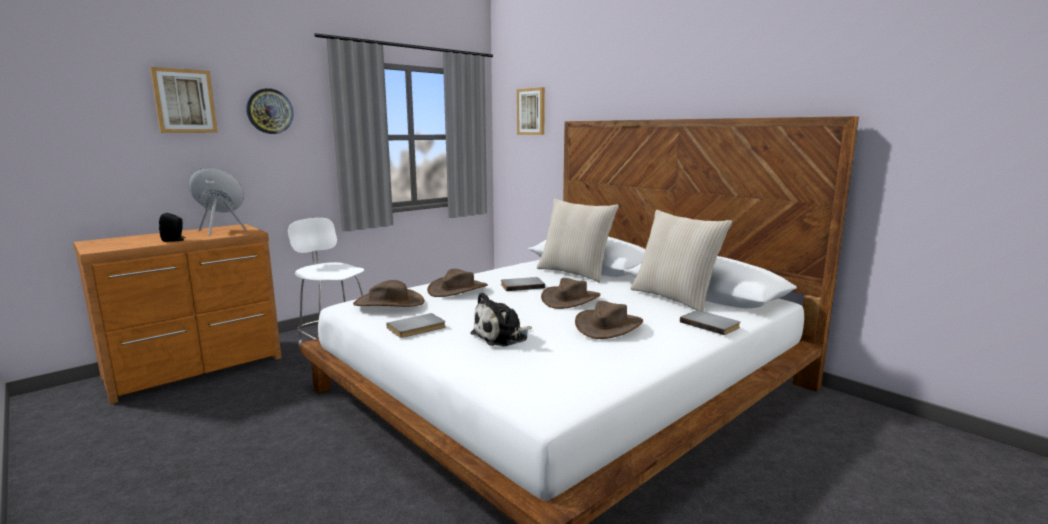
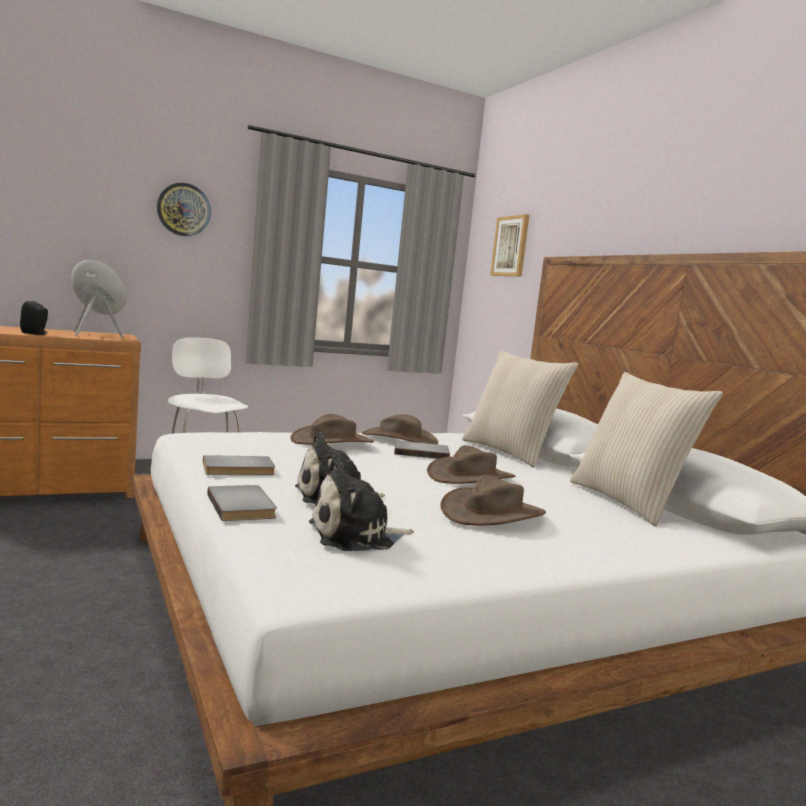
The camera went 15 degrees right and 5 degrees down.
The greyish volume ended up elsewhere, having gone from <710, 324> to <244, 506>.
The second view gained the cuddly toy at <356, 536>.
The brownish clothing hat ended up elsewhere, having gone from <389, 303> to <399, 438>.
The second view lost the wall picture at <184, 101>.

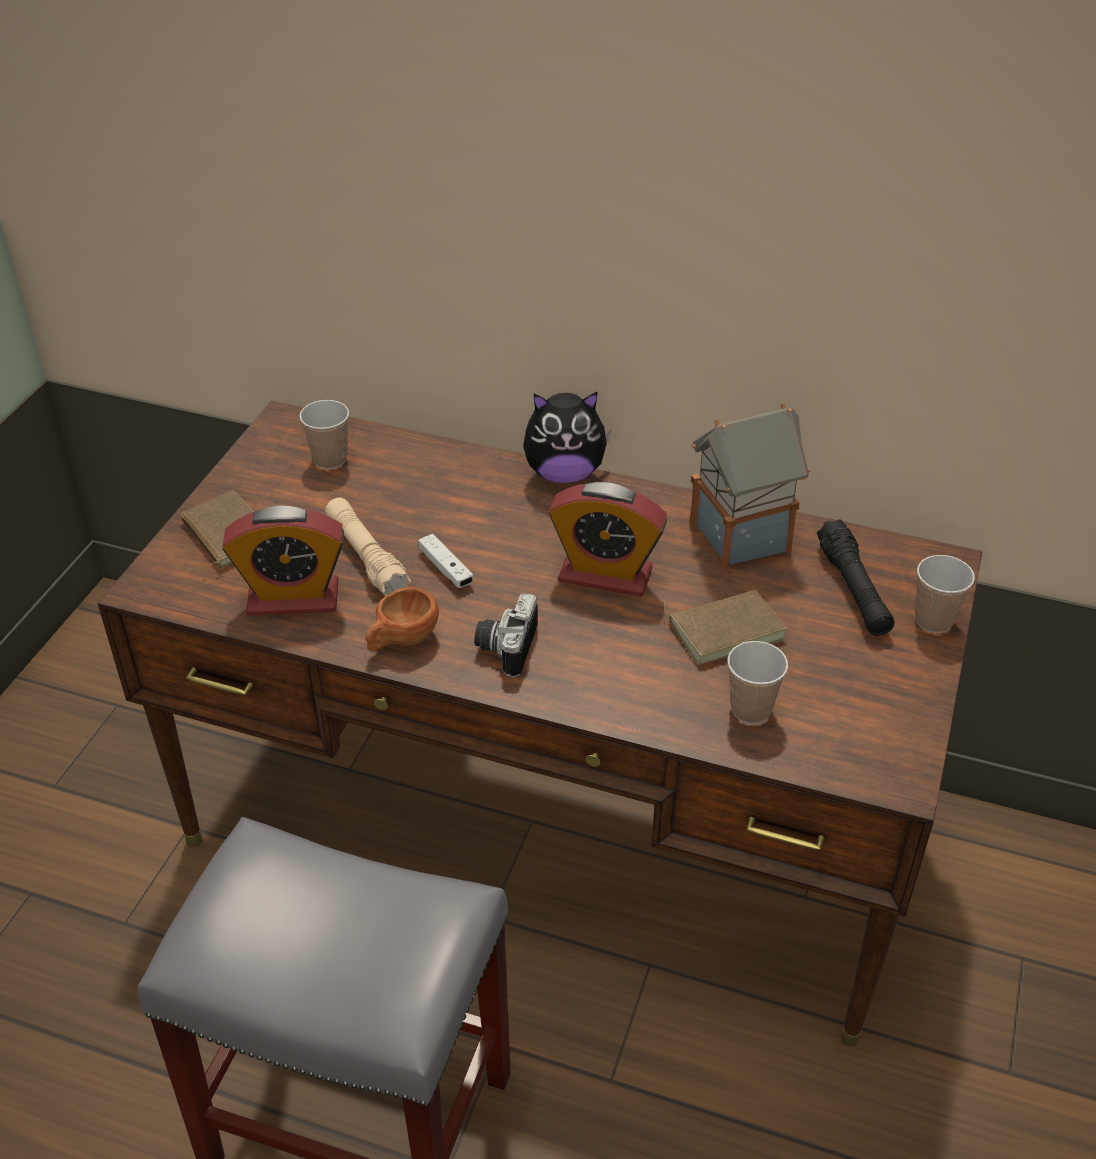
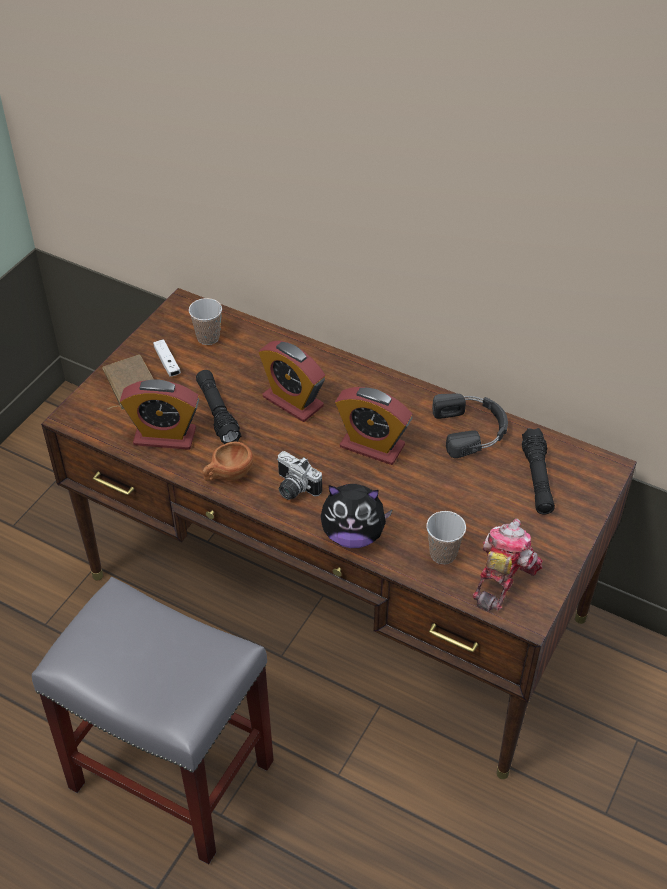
The camera went 10 degrees right and 5 degrees up.
The whitish joypad ended up elsewhere, having gone from <446, 568> to <167, 363>.
What was the sand-coloured hand torch at <366, 557> turned into the blackish hand torch at <217, 413>.
The second view gained the alarm clock at <293, 401>.
The still camera at <504, 646> ended up facing another way, 75 degrees counterclockwise from before.
The cuddly toy ended up elsewhere, having gone from <564, 473> to <353, 535>.
Where the model house stood at <741, 535>, the blackish headphones came to stand at <472, 429>.
The second view gained the robot figure at <501, 577>.
The second view lost the brownish volume at <725, 628>.
The second view lost the cup at <933, 620>.

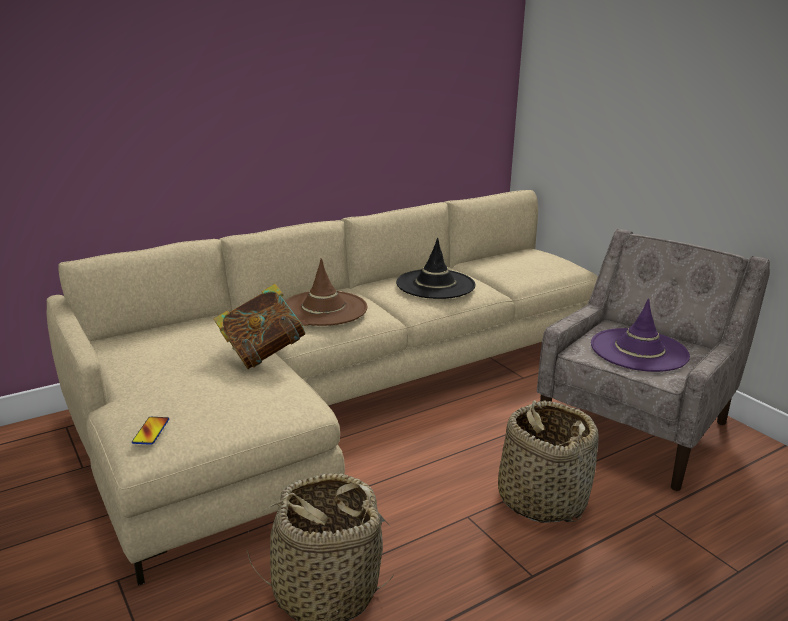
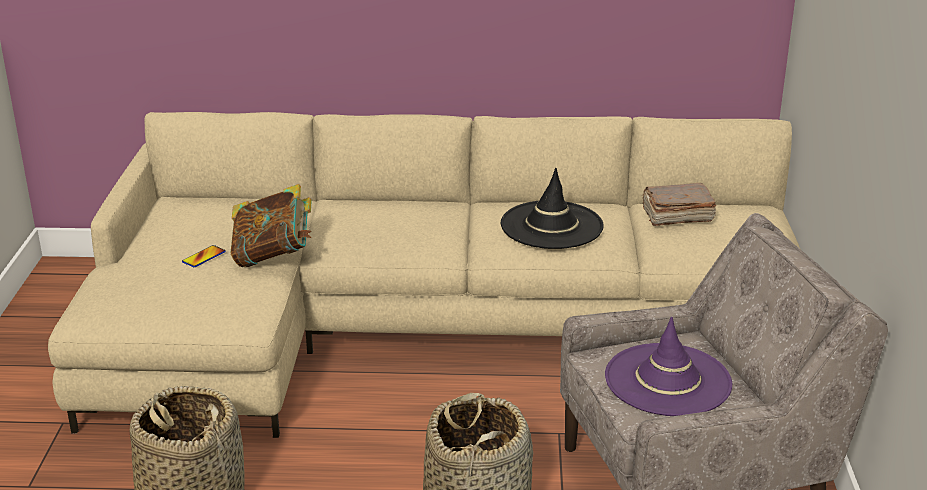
The camera went 35 degrees right and 5 degrees up.
The telephone ended up elsewhere, having gone from <151, 431> to <204, 257>.
The second view gained the brownish volume at <676, 216>.
The second view lost the brownish clothing hat at <324, 309>.

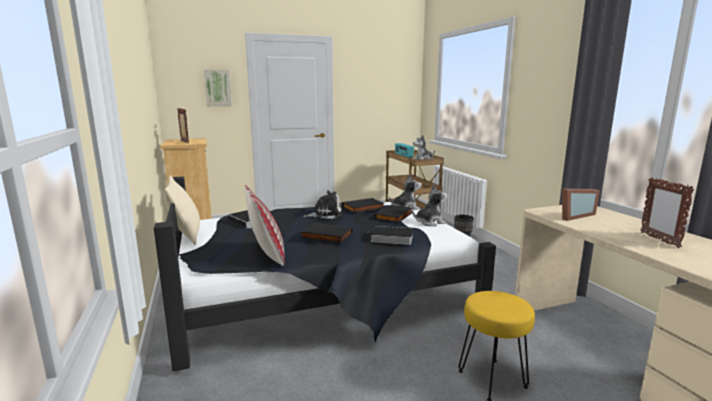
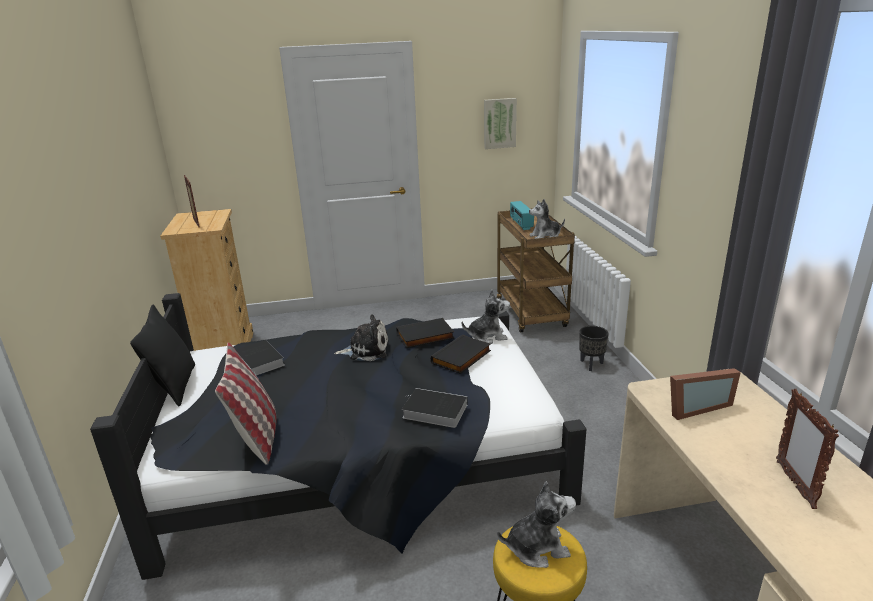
The camera went 10 degrees right and 10 degrees up.
What was the sand-coloured cushion at <186, 236> turned into the blackish cushion at <175, 386>.
The wall picture ended up elsewhere, having gone from <218, 88> to <499, 123>.
The cuddly toy ended up elsewhere, having gone from <429, 222> to <537, 548>.
The second view lost the blackish volume at <325, 236>.

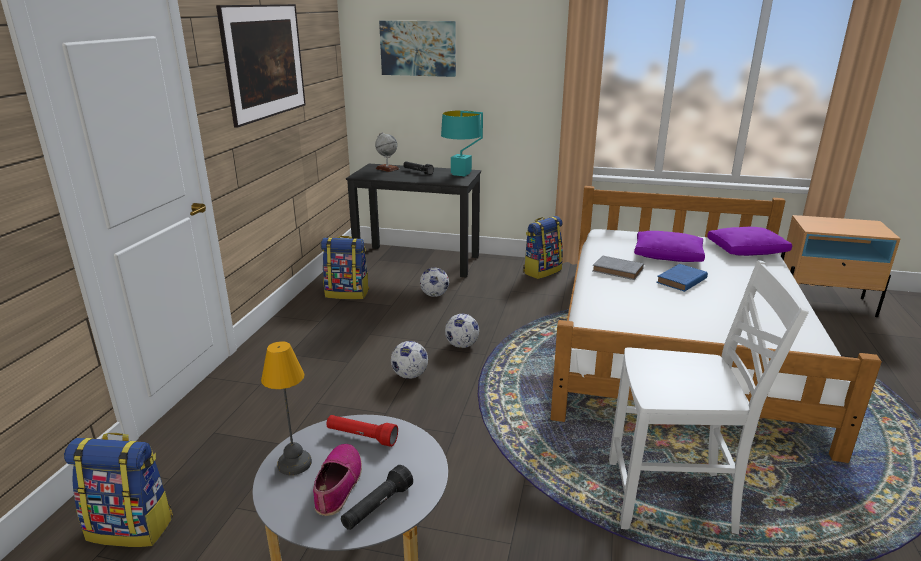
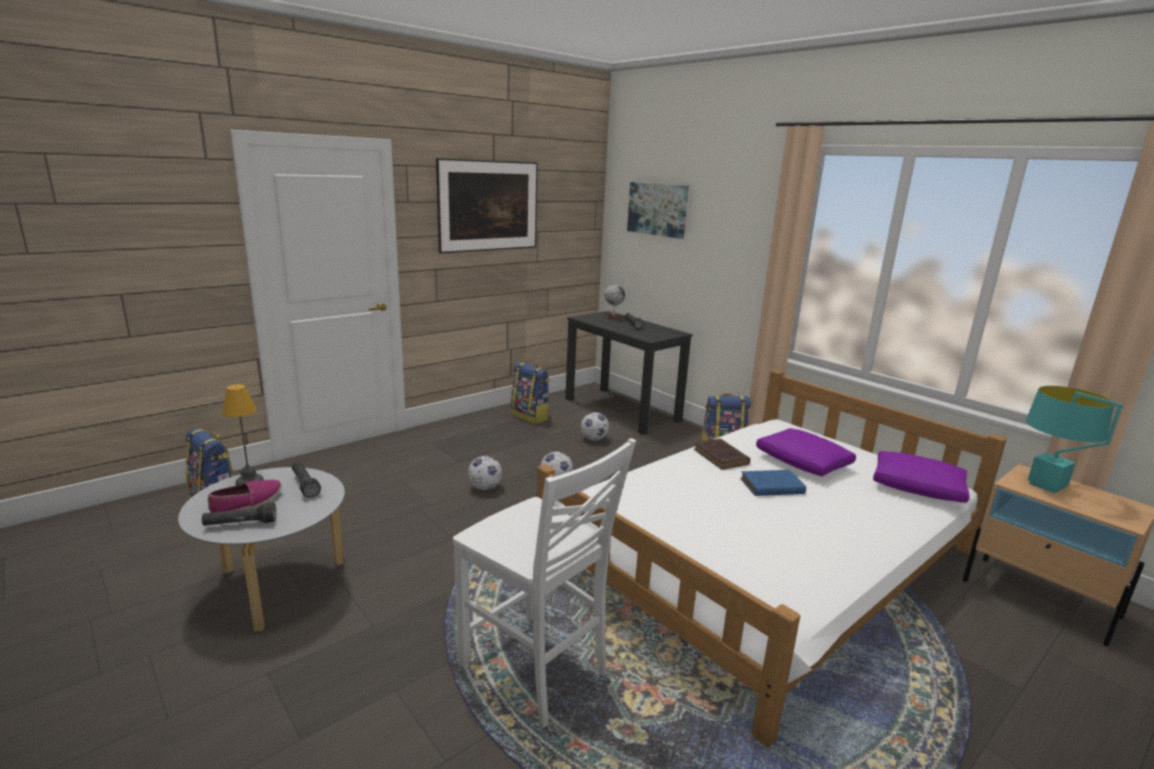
The camera went 35 degrees right and 5 degrees down.
What was the red-coloured hand torch at <361, 437> turned into the blackish hand torch at <305, 485>.
What was the greyish volume at <619, 271> turned into the brownish volume at <721, 457>.
The turquoise lamp for a table ended up elsewhere, having gone from <461, 174> to <1047, 486>.

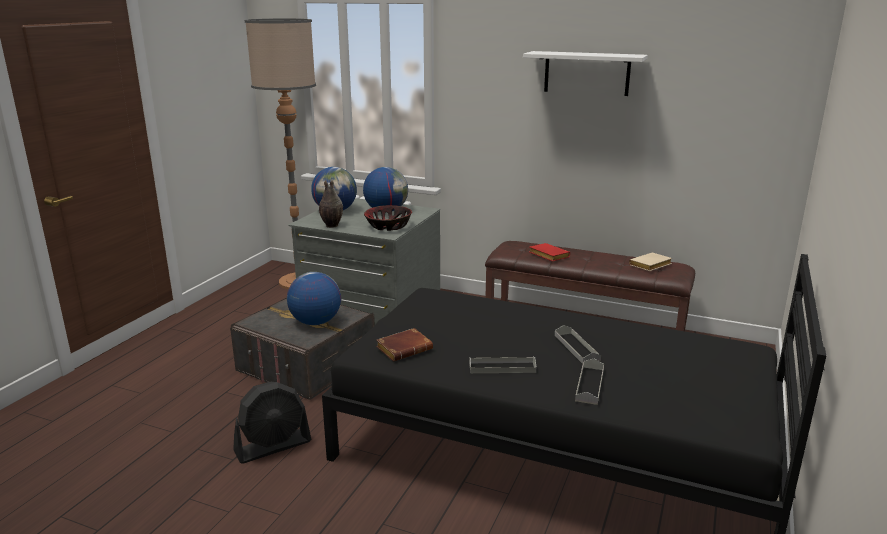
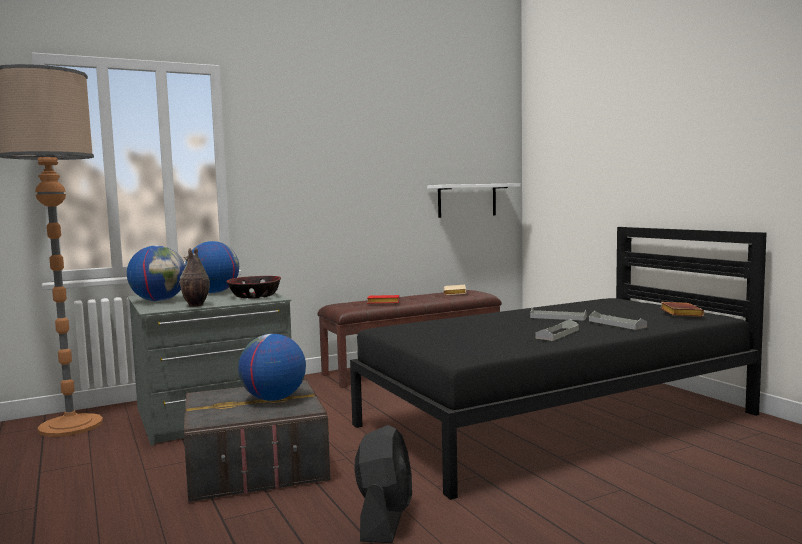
The camera went 50 degrees left and 15 degrees down.
The whitish bracket shelf ended up elsewhere, having gone from <586, 73> to <467, 200>.
The brownish volume ended up elsewhere, having gone from <404, 348> to <679, 313>.

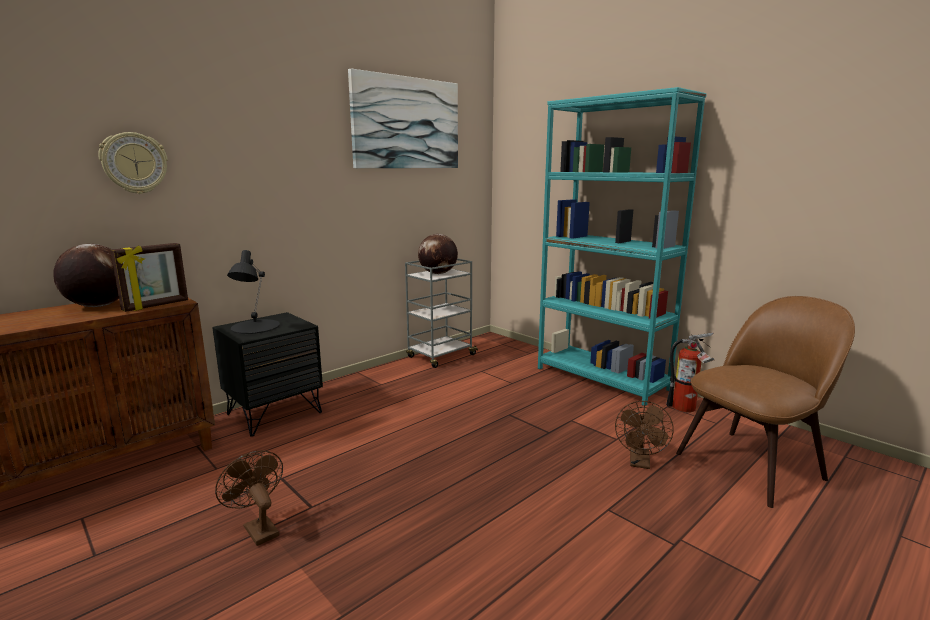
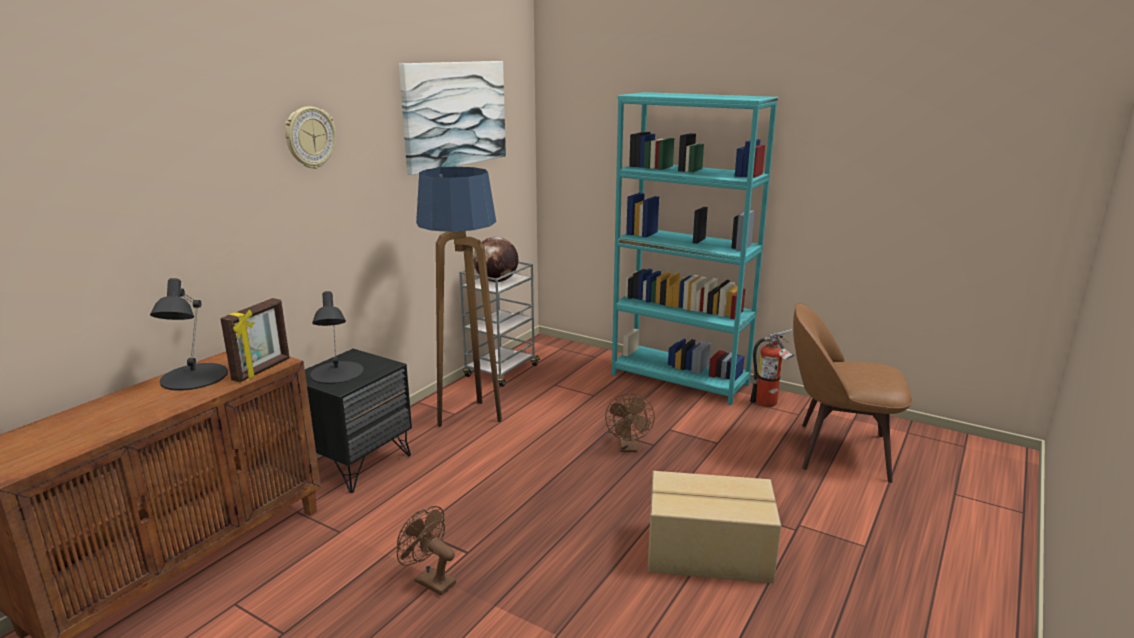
The camera went 15 degrees left and 5 degrees up.
Where the world globe stood at <98, 306>, the blackish lamp for a table came to stand at <193, 377>.
The wall clock ended up elsewhere, having gone from <134, 163> to <310, 137>.
The second view gained the standing lamp at <467, 418>.
The brownish fan ended up elsewhere, having gone from <640, 463> to <629, 448>.
The second view gained the packing box at <709, 553>.
The brownish plain chair at <752, 464> ended up facing another way, 120 degrees counterclockwise from before.

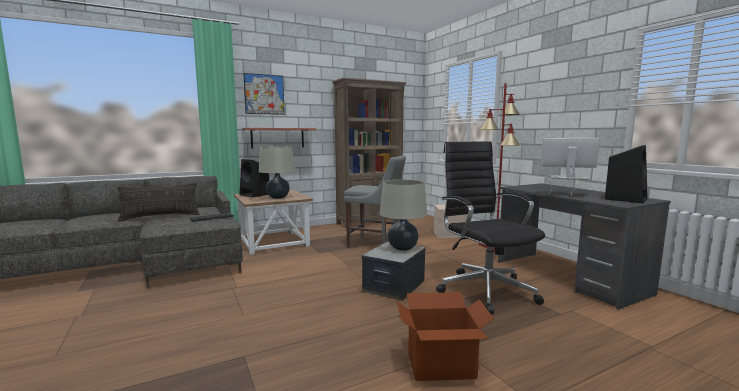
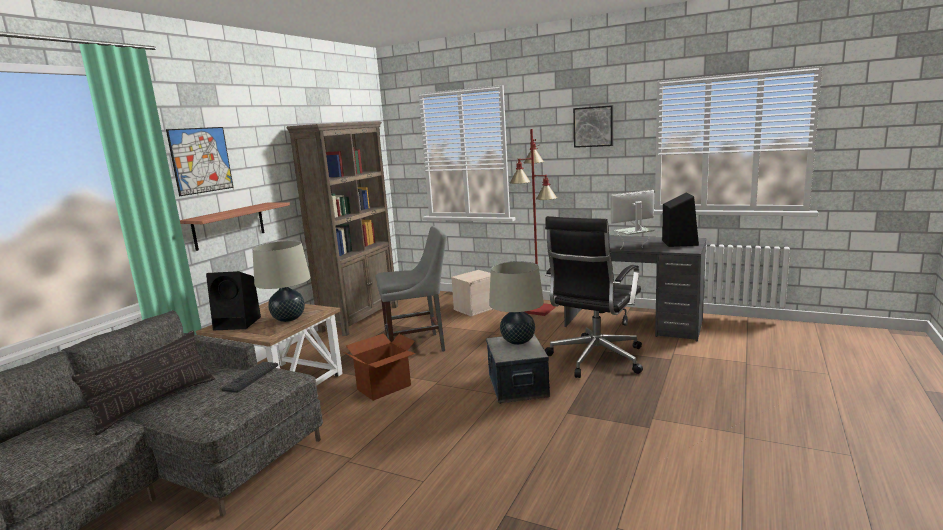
The camera went 35 degrees left and 5 degrees up.
The packing box ended up elsewhere, having gone from <441, 366> to <384, 388>.
The blackish desk chair at <485, 290> ended up facing another way, 90 degrees counterclockwise from before.
The second view gained the wall picture at <593, 126>.

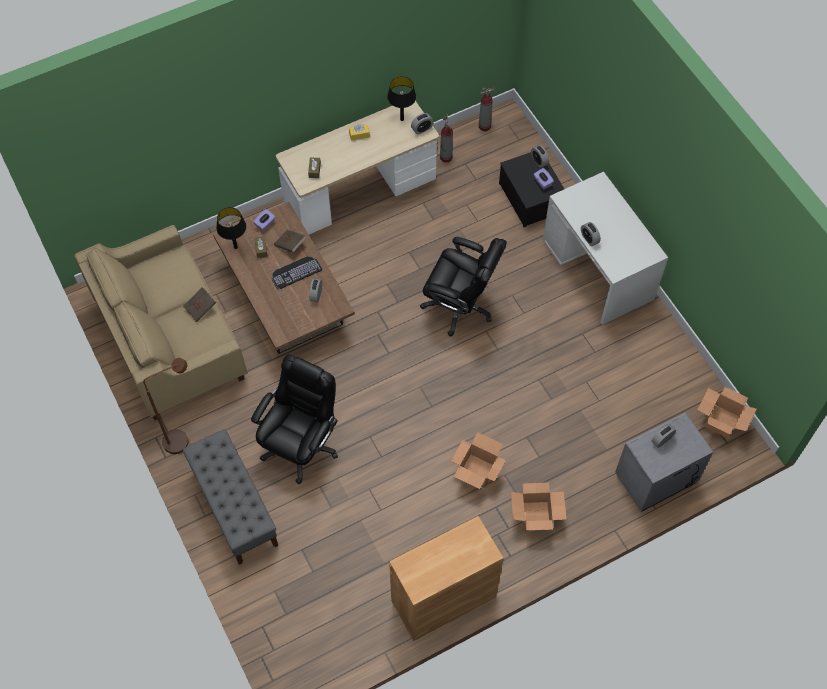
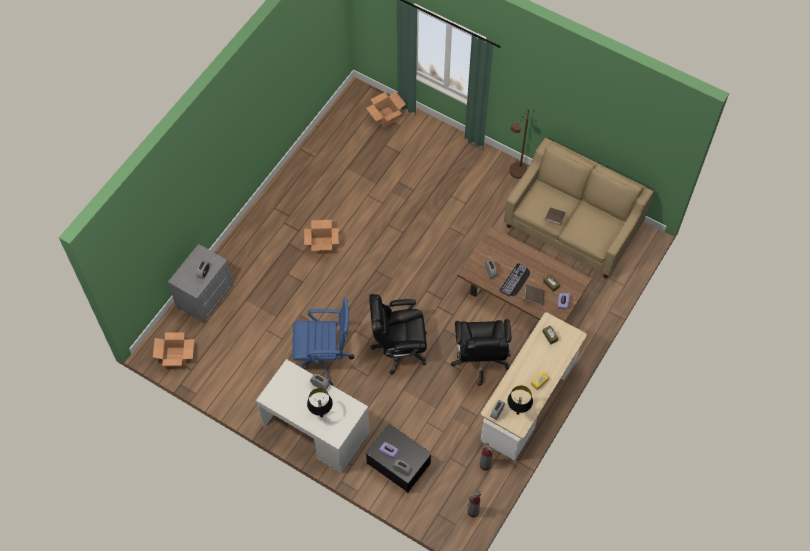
The camera went 150 degrees right and 0 degrees up.
The second view gained the blue-coloured desk chair at <323, 359>.
The blackish lamp for a table ended up elsewhere, having gone from <236, 247> to <321, 415>.
The packing box ended up elsewhere, having gone from <535, 515> to <386, 117>.
The blackish desk chair ended up elsewhere, having gone from <300, 445> to <480, 360>.
The second view lost the greyish bench at <234, 506>.
The second view lost the brownish storage cabinet at <443, 598>.

